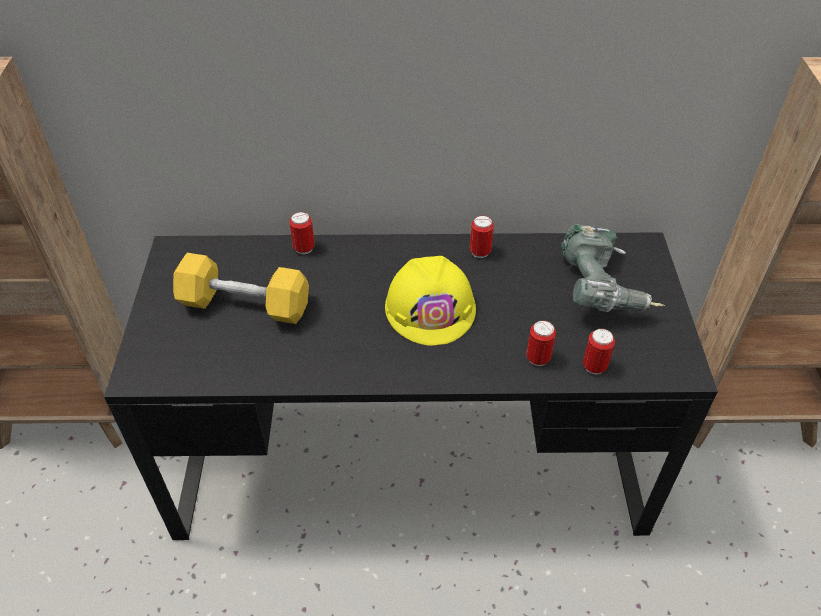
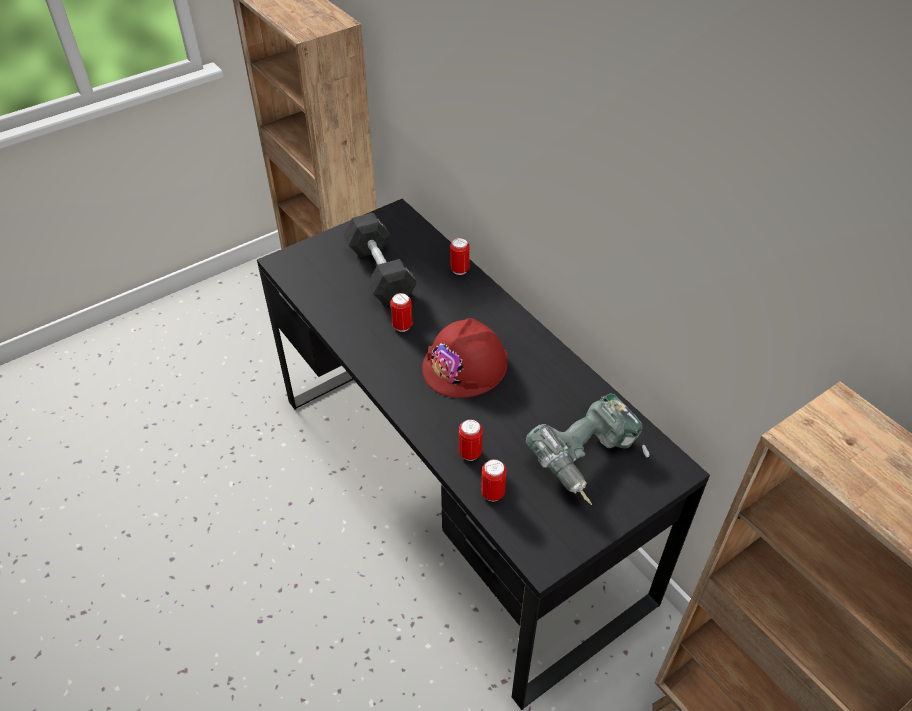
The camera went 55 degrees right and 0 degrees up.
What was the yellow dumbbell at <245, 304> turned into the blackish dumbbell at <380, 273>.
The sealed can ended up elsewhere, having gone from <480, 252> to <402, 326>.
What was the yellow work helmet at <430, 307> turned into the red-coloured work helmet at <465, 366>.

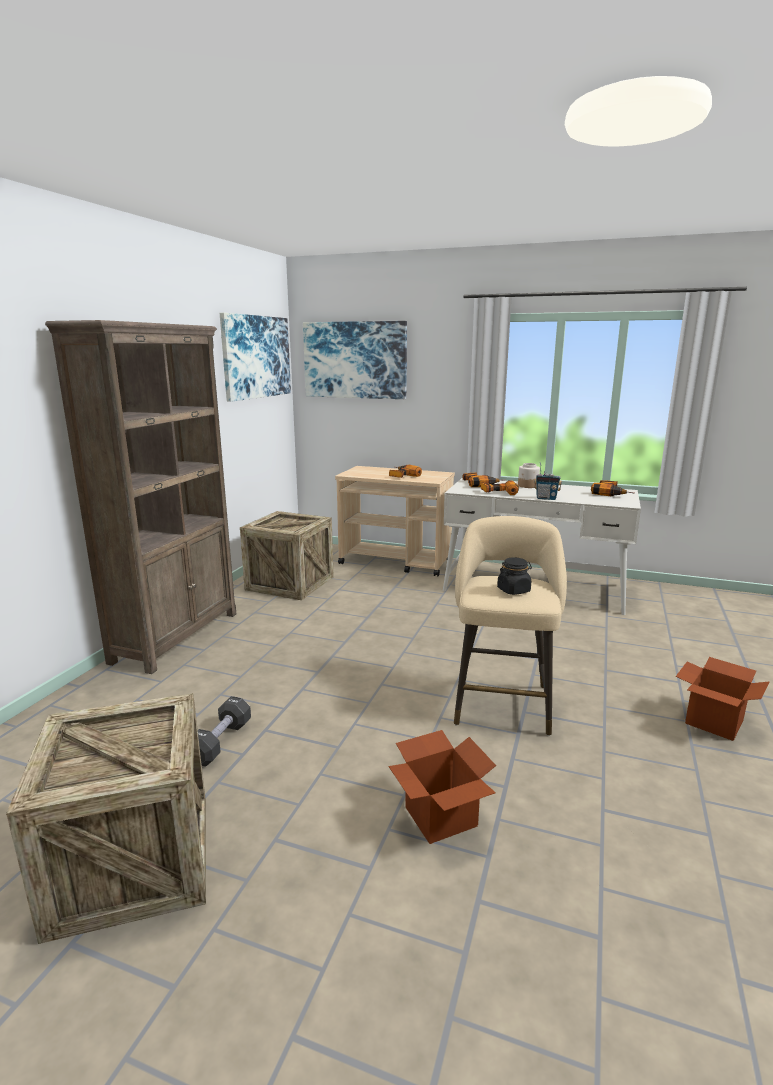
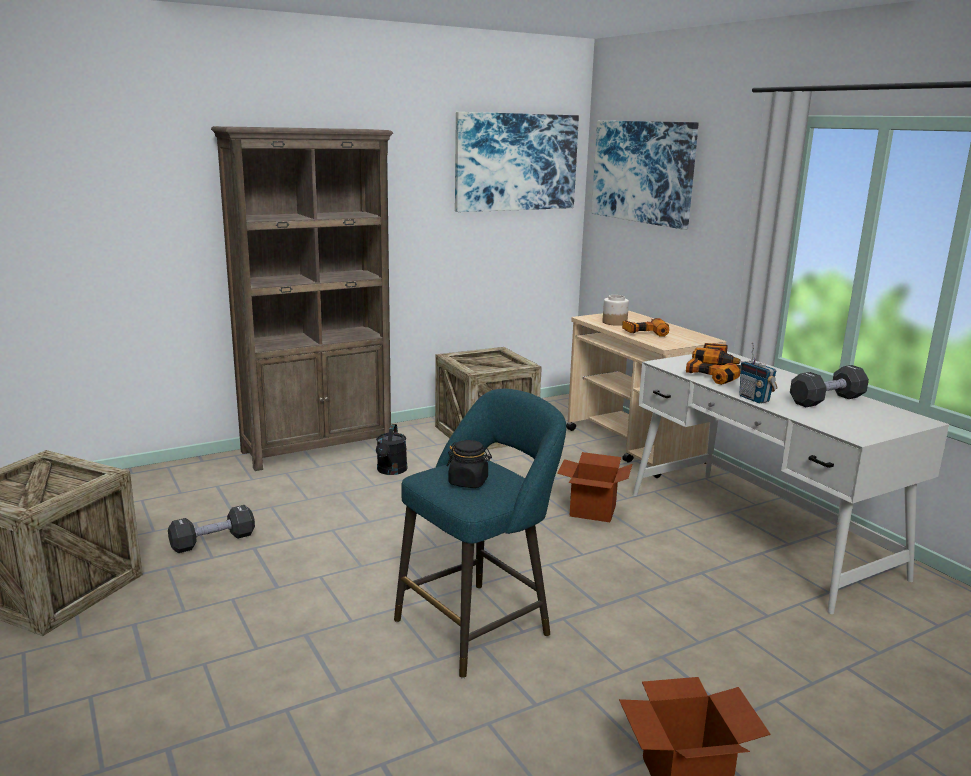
The camera went 40 degrees right and 0 degrees up.
The second view gained the blackish watering pot at <391, 471>.
What was the sand-coloured stool at <502, 701> turned into the turquoise stool at <478, 625>.
The packing box ended up elsewhere, having gone from <441, 816> to <593, 511>.
The storage jar ended up elsewhere, having gone from <528, 486> to <614, 322>.
The second view gained the blackish dumbbell at <826, 400>.
The second view lost the electric drill at <611, 493>.

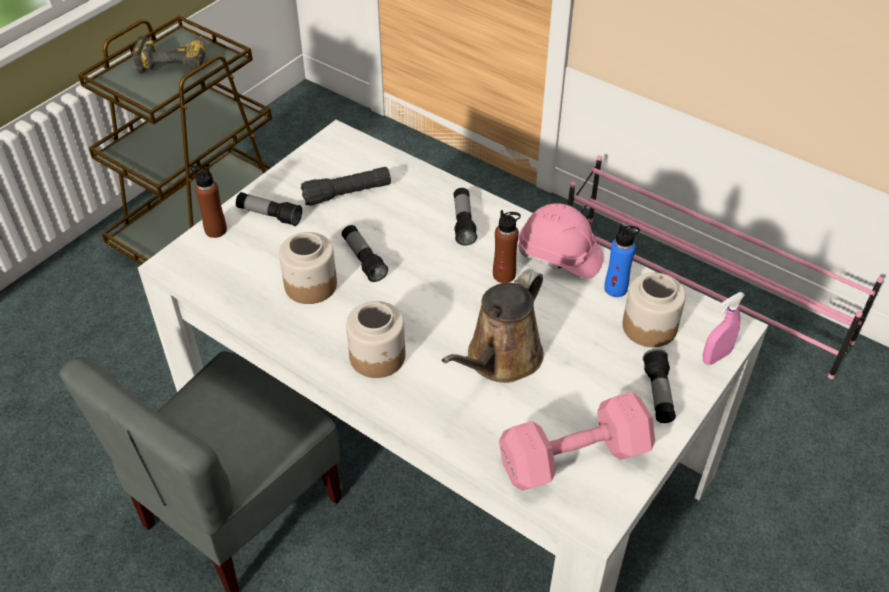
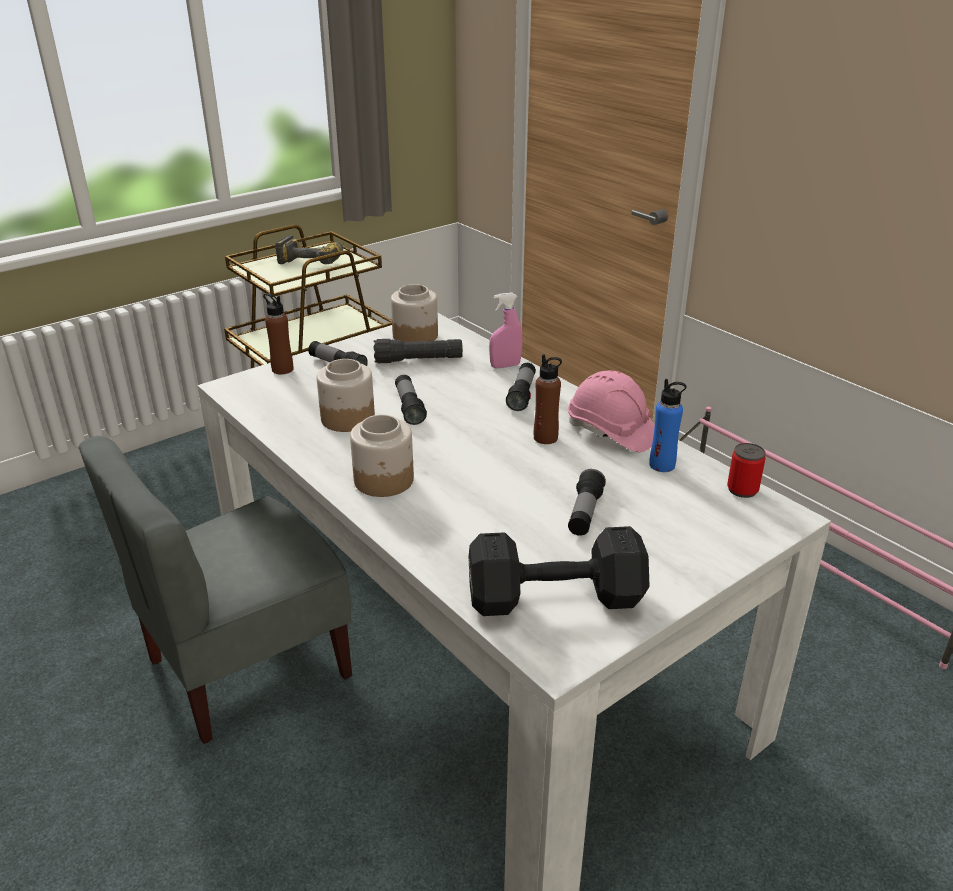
The camera went 15 degrees right and 15 degrees down.
The storage jar ended up elsewhere, having gone from <649, 326> to <415, 336>.
What was the pink-coloured dumbbell at <577, 458> turned into the blackish dumbbell at <559, 599>.
The pink-coloured sprayer ended up elsewhere, having gone from <716, 357> to <505, 366>.
The hand torch ended up elsewhere, having gone from <658, 394> to <584, 513>.
The second view gained the sealed can at <742, 490>.
The second view lost the brownish watering pot at <500, 359>.

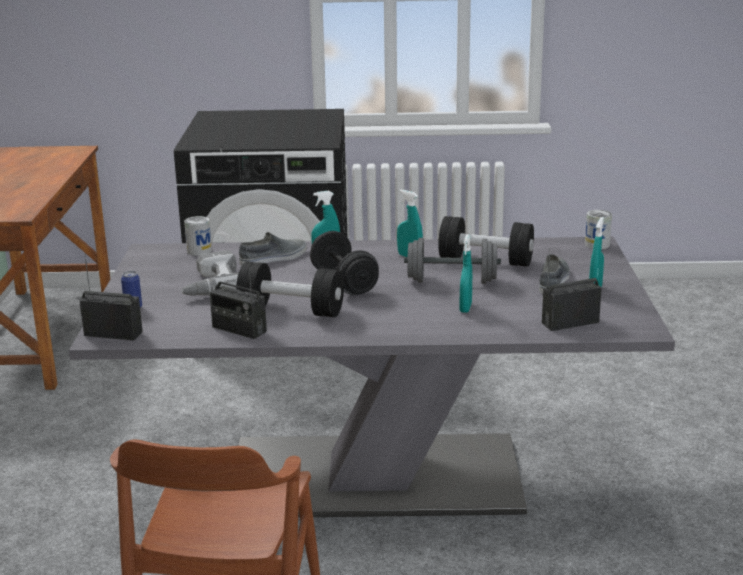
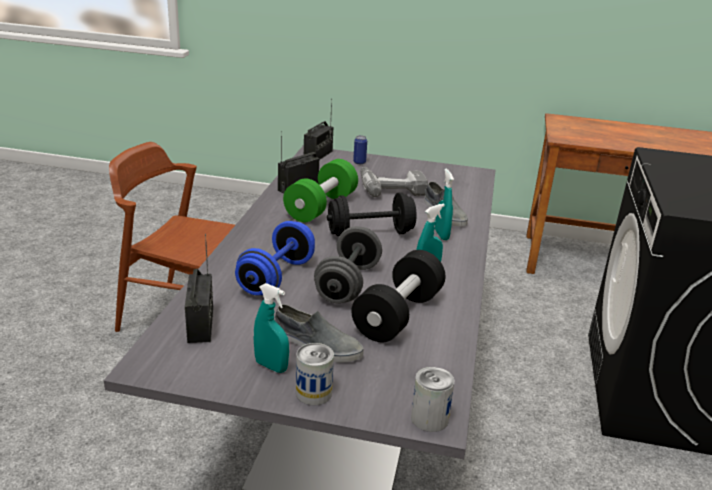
The camera went 100 degrees right and 5 degrees up.
Where the turquoise sprayer stood at <465, 308>, the blue-coloured dumbbell came to stand at <276, 277>.
What was the blackish dumbbell at <291, 310> turned into the greenish dumbbell at <321, 207>.
The sealed can ended up elsewhere, having gone from <199, 251> to <314, 393>.

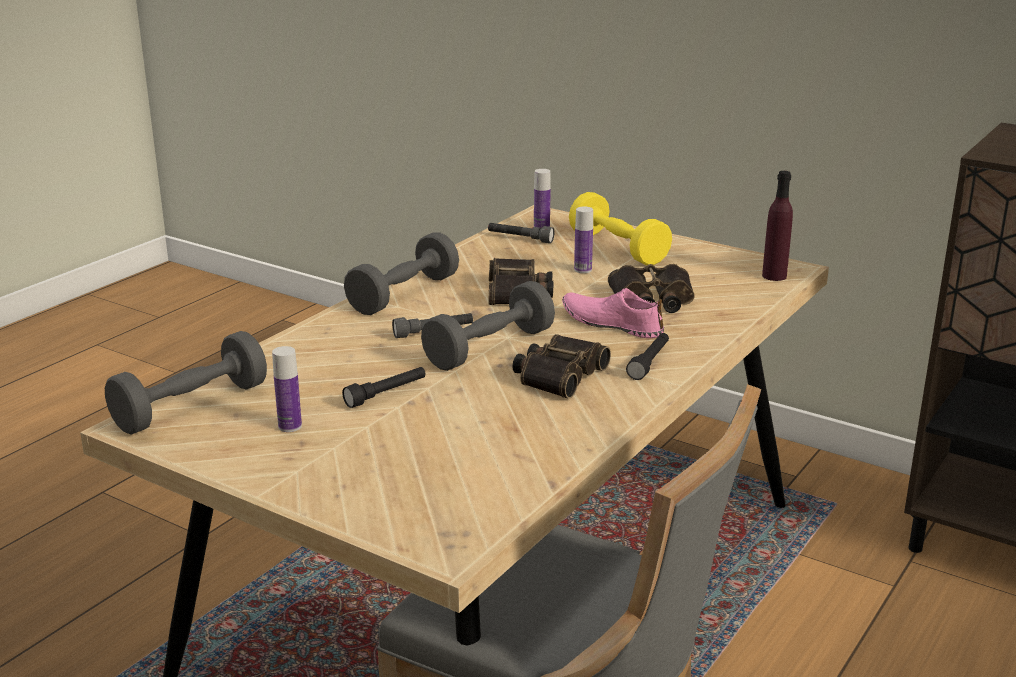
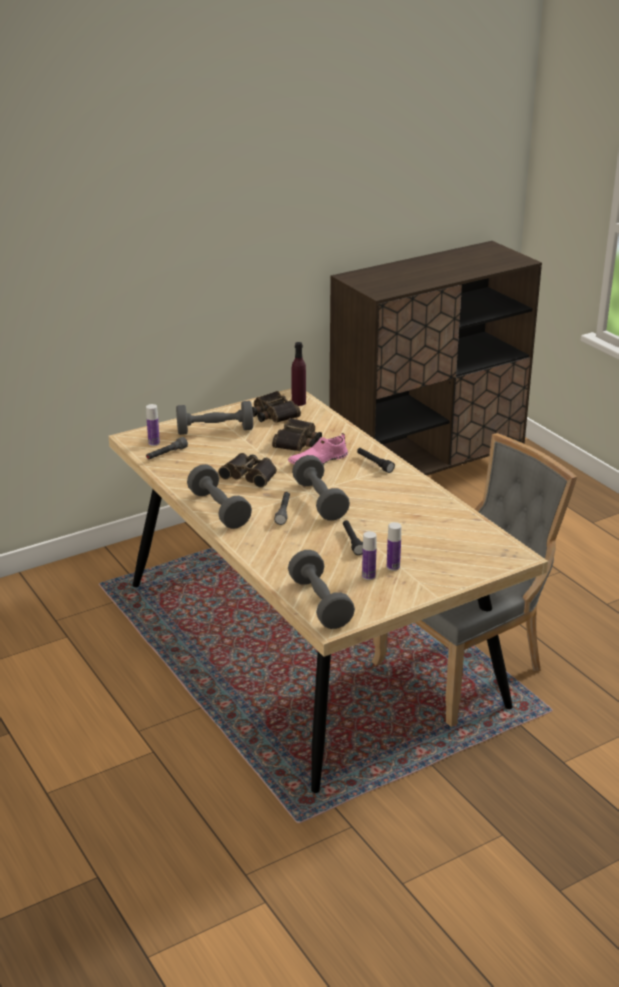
The camera went 65 degrees left and 5 degrees up.
What was the yellow dumbbell at <618, 248> turned into the greyish dumbbell at <215, 430>.
The pair of binoculars ended up elsewhere, having gone from <558, 375> to <272, 414>.
The beverage bottle ended up elsewhere, having gone from <583, 270> to <393, 567>.

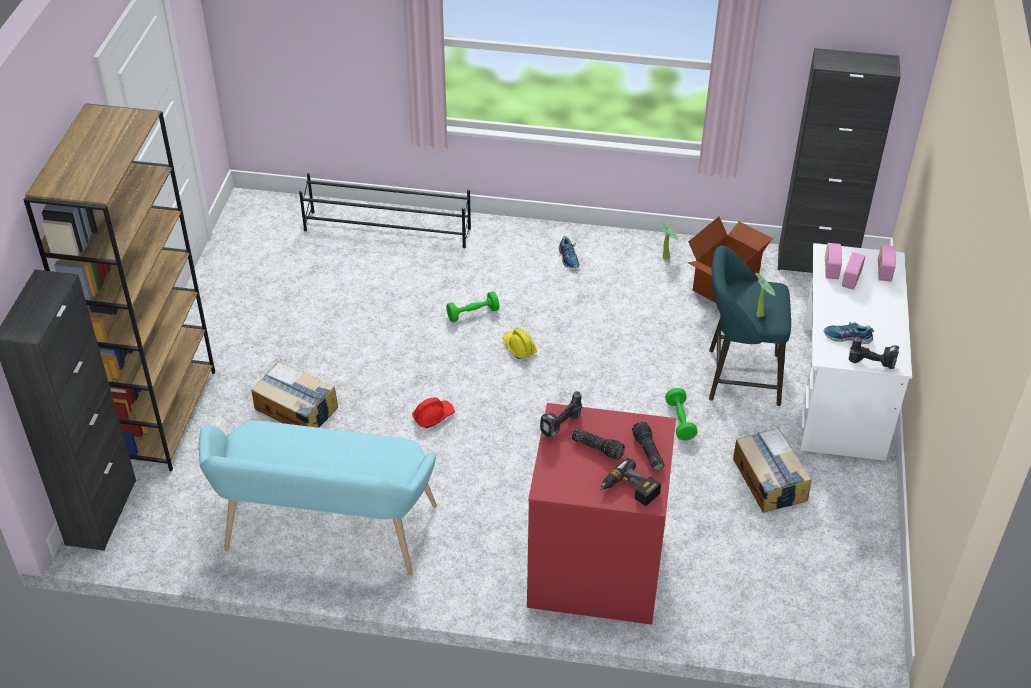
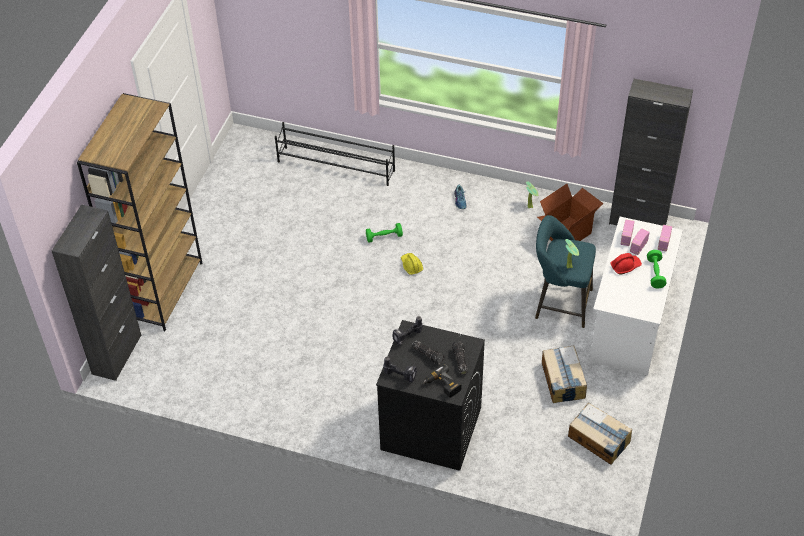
The camera went 10 degrees right and 5 degrees up.
What was the red-coloured washing machine at <594, 568> turned into the blackish washing machine at <430, 428>.
The electric drill ended up elsewhere, having gone from <873, 362> to <401, 375>.
The packing box ended up elsewhere, having gone from <296, 409> to <599, 439>.
The red-coloured work helmet ended up elsewhere, having gone from <433, 416> to <625, 266>.
The greenish dumbbell ended up elsewhere, having gone from <680, 421> to <655, 273>.
The second view lost the turquoise bench at <325, 535>.
The second view lost the shoe at <847, 337>.

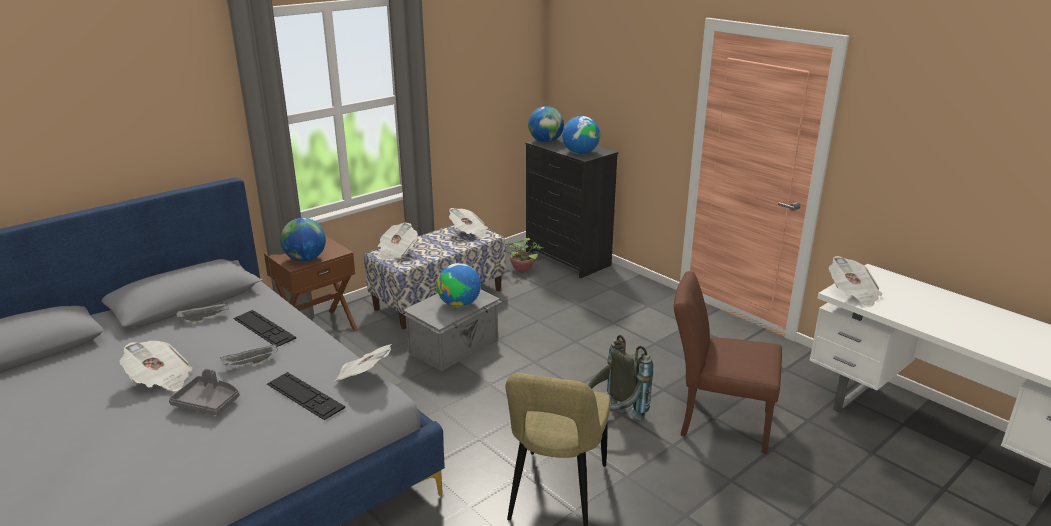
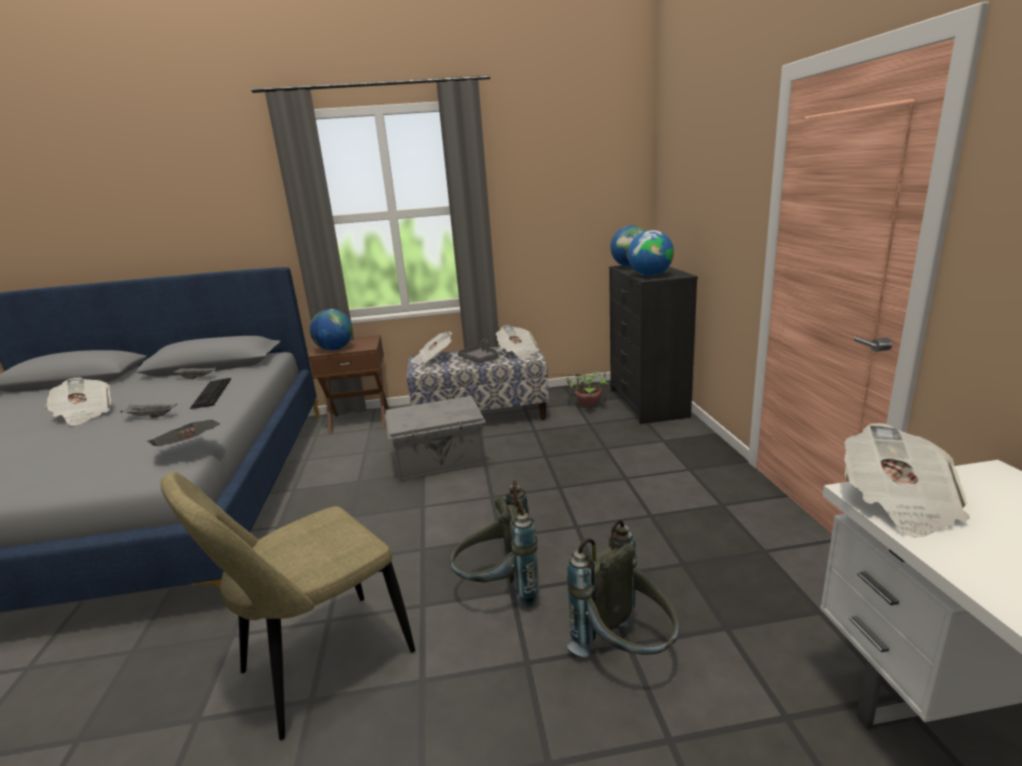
The camera went 35 degrees right and 5 degrees down.
The greyish carrying tray ended up elsewhere, having gone from <208, 402> to <480, 359>.
Where the brownish plain chair stood at <717, 421>, the greyish rucksack came to stand at <626, 652>.
The second view lost the PC keyboard at <305, 395>.
The second view lost the world globe at <459, 304>.

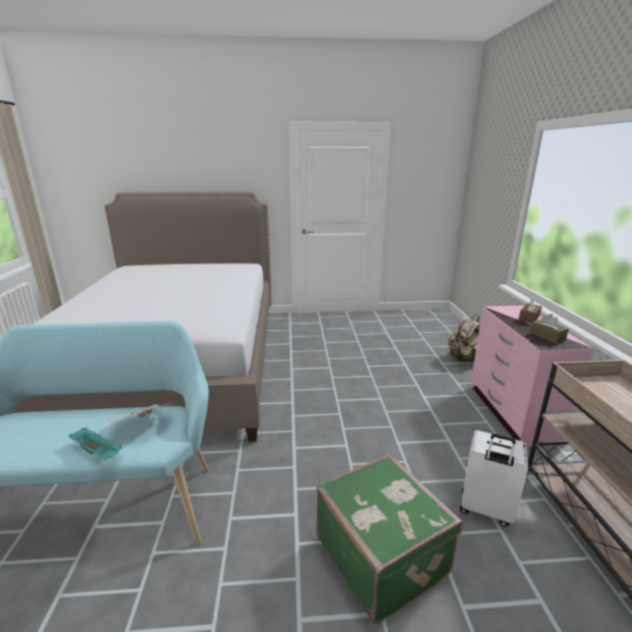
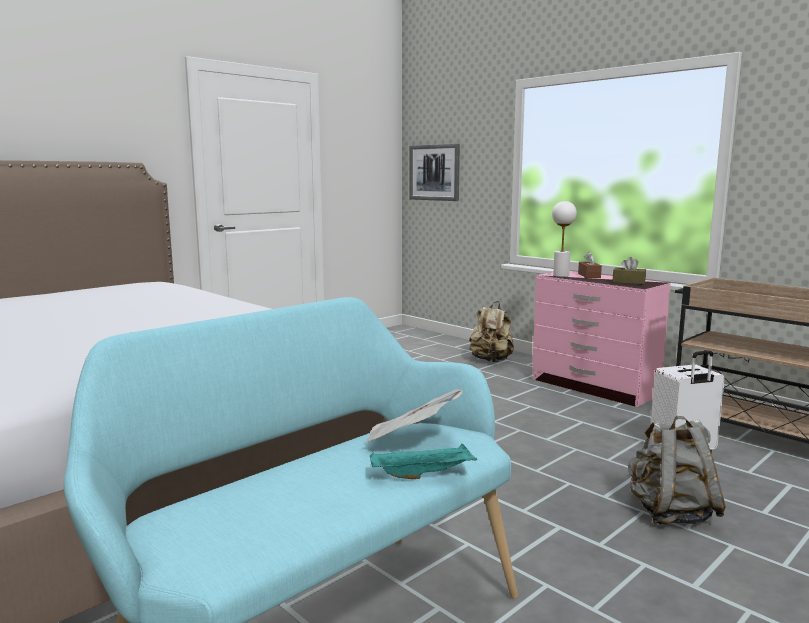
The camera went 40 degrees left and 10 degrees down.
The second view gained the wall picture at <434, 172>.
The second view gained the whitish lamp for a table at <560, 275>.
Where the greenish piece of luggage stood at <382, 554>, the greyish rucksack came to stand at <670, 514>.

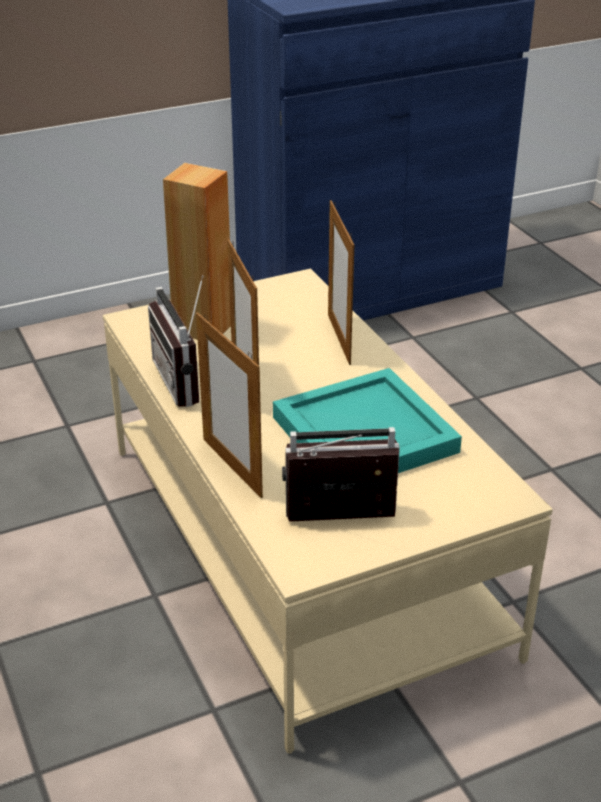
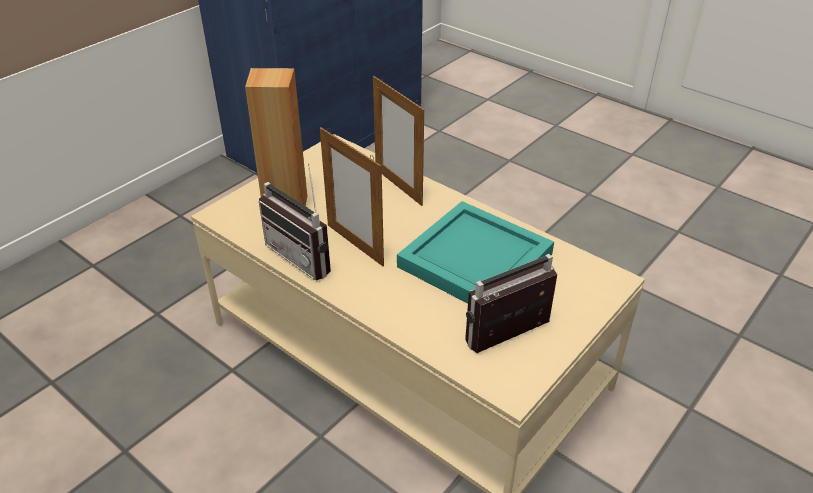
The camera went 25 degrees left and 5 degrees up.
The second view lost the standing frame at <232, 467>.

